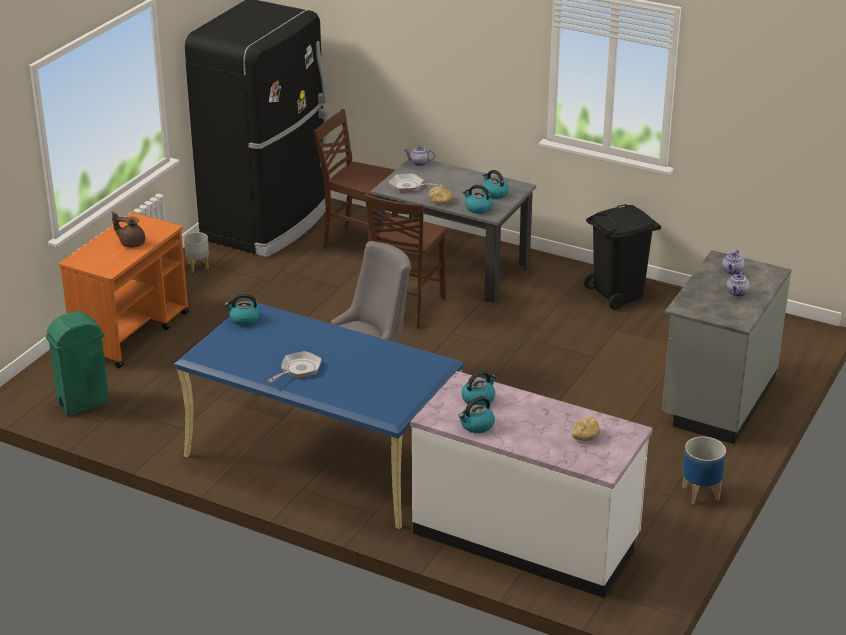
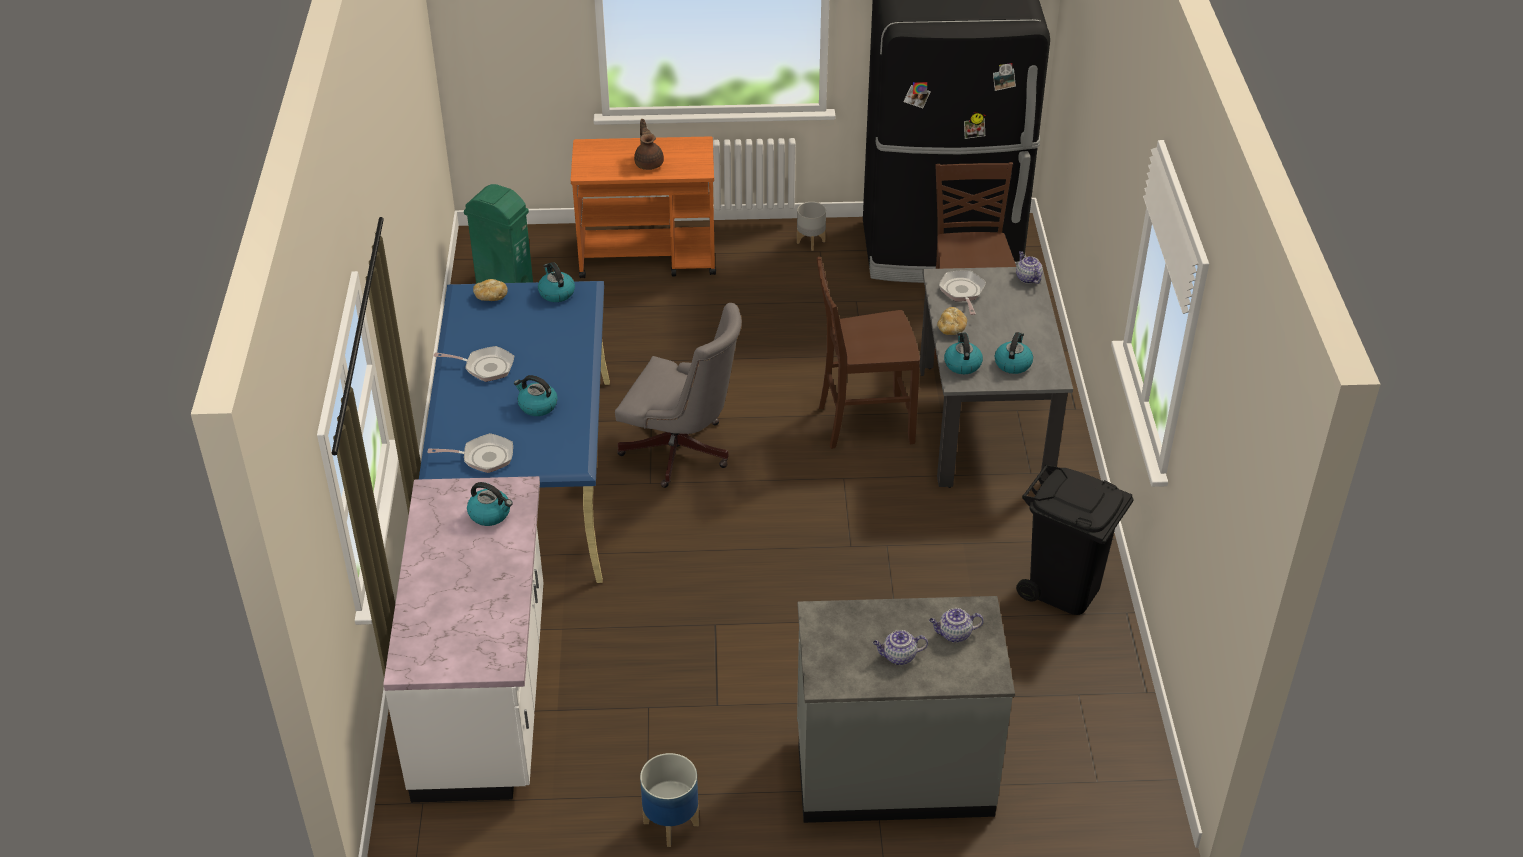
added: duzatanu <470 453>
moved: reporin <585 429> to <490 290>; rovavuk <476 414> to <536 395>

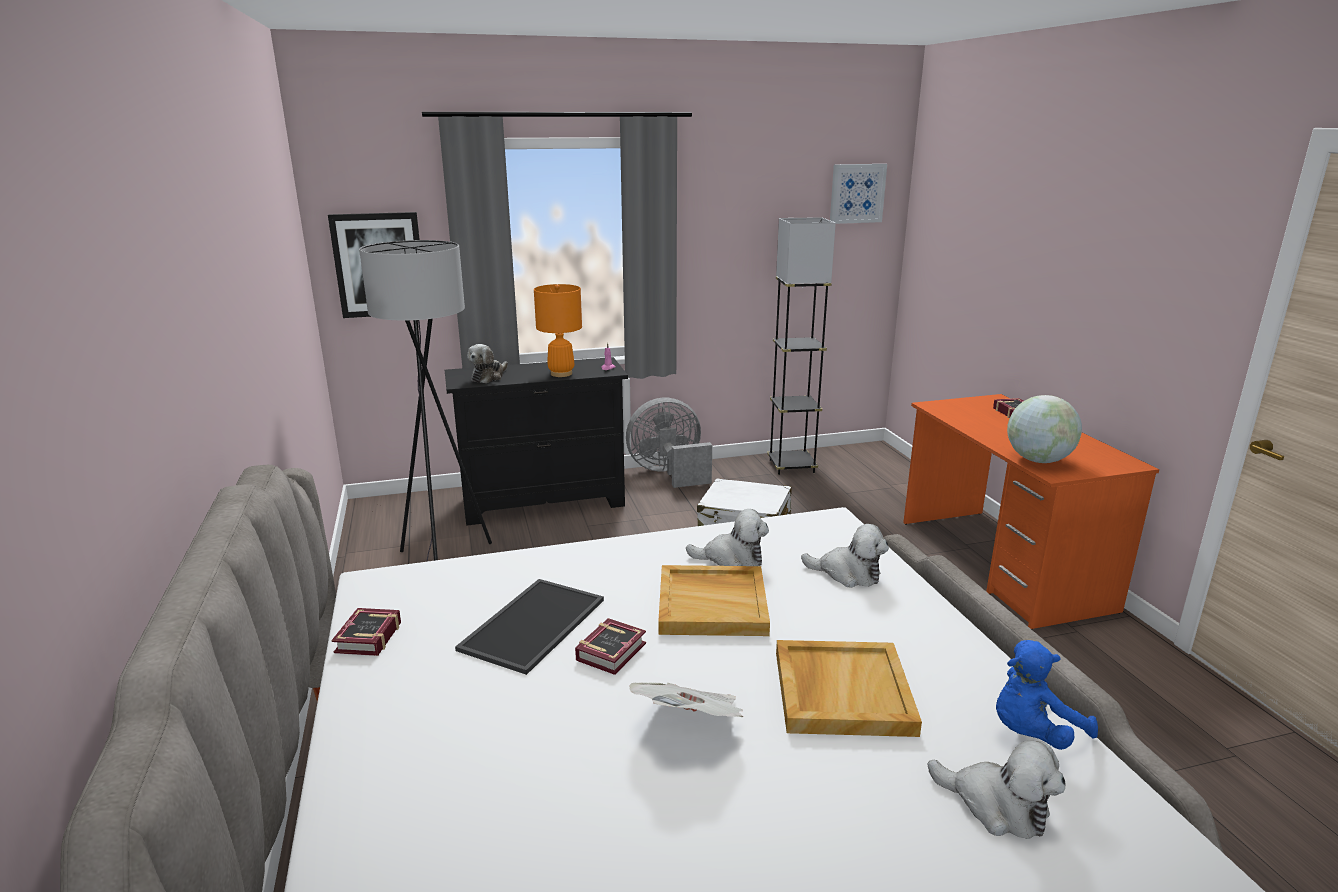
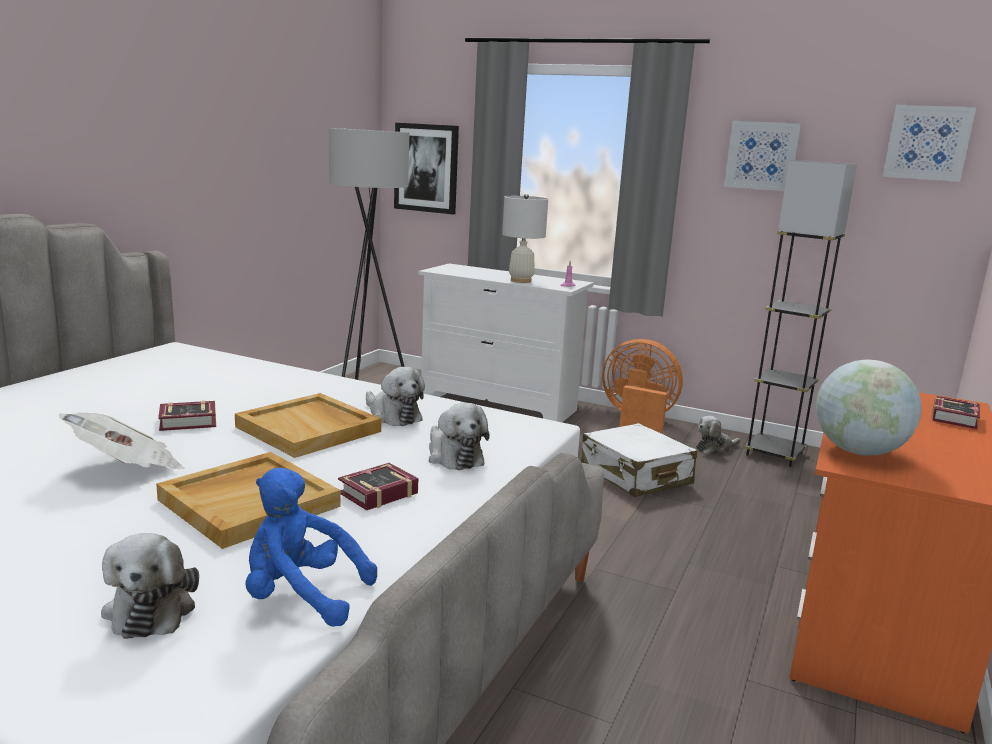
removed: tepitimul <529 627>
added: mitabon <762 156>
moved: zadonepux <366 632> to <378 487>; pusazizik <487 363> to <718 435>
recoloured: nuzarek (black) <536 441> to nuzarek (white) <506 342>; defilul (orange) <558 330> to defilul (white) <525 238>; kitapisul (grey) <669 443> to kitapisul (orange) <642 386>

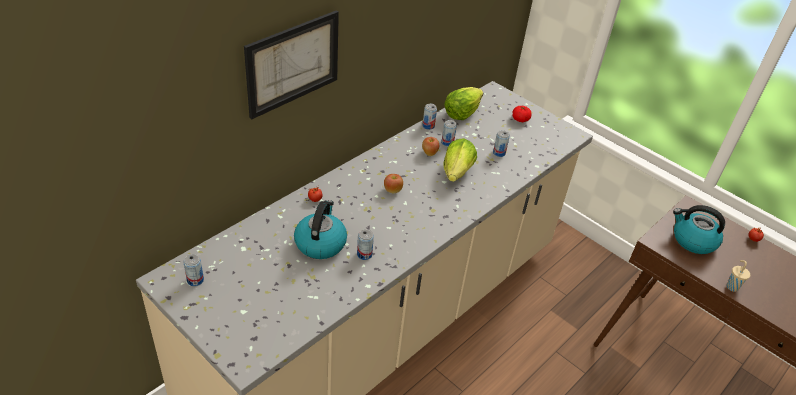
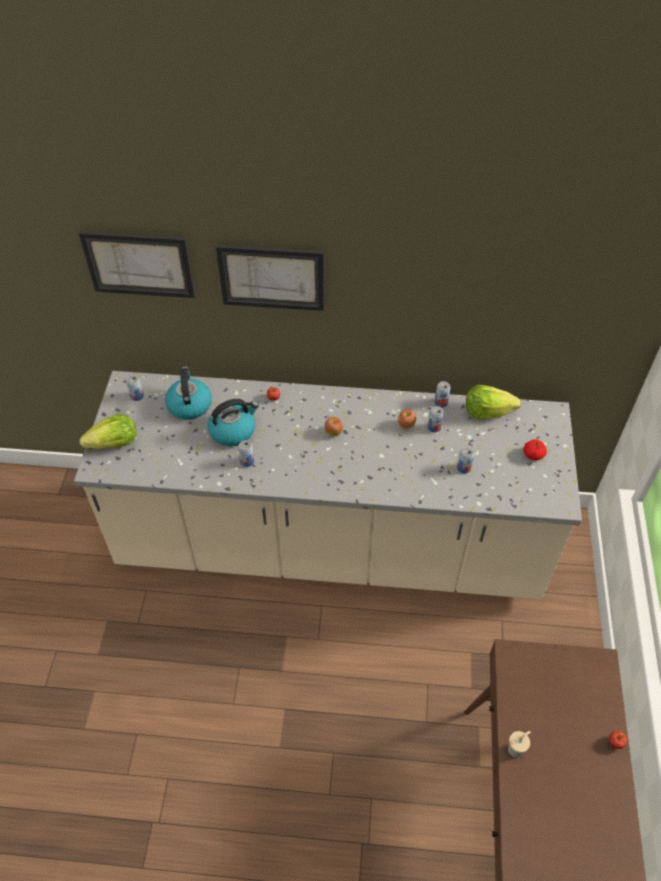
added: mitabon <137 265>
moved: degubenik <460 160> to <108 431>; rovavuk <699 229> to <188 393>

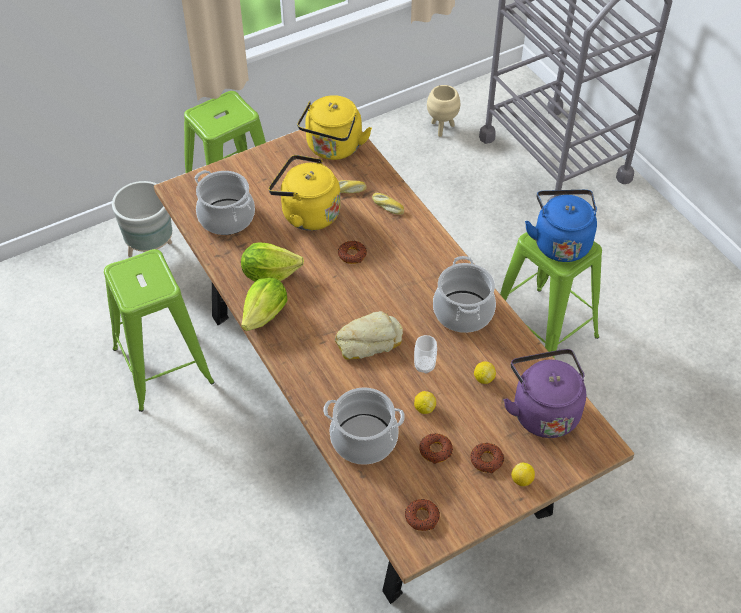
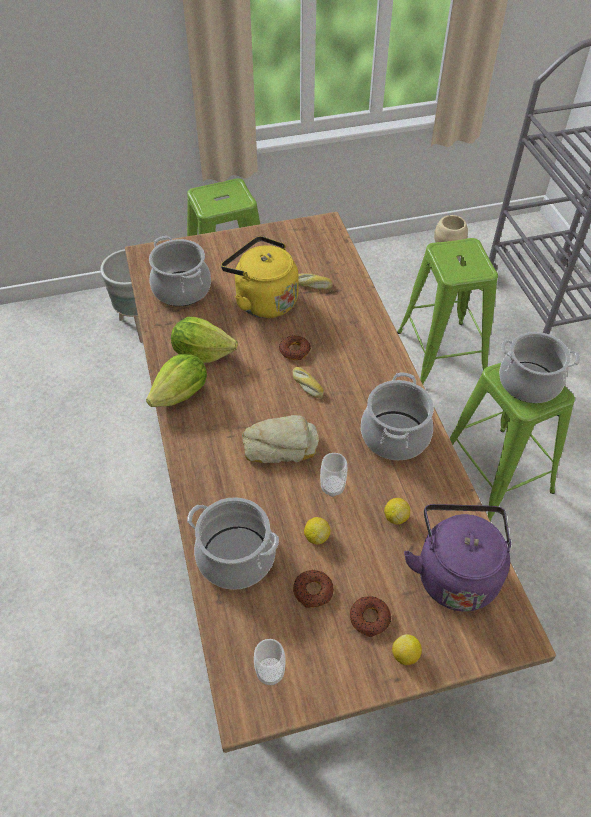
removed: rovavuk (yellow) <334 127>
moved: reporin <388 204> to <308 382>; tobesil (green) <159 330> to <447 311>
replaced: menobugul <422 515> to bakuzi <269 662>; rovavuk (blue) <561 226> to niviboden <539 367>

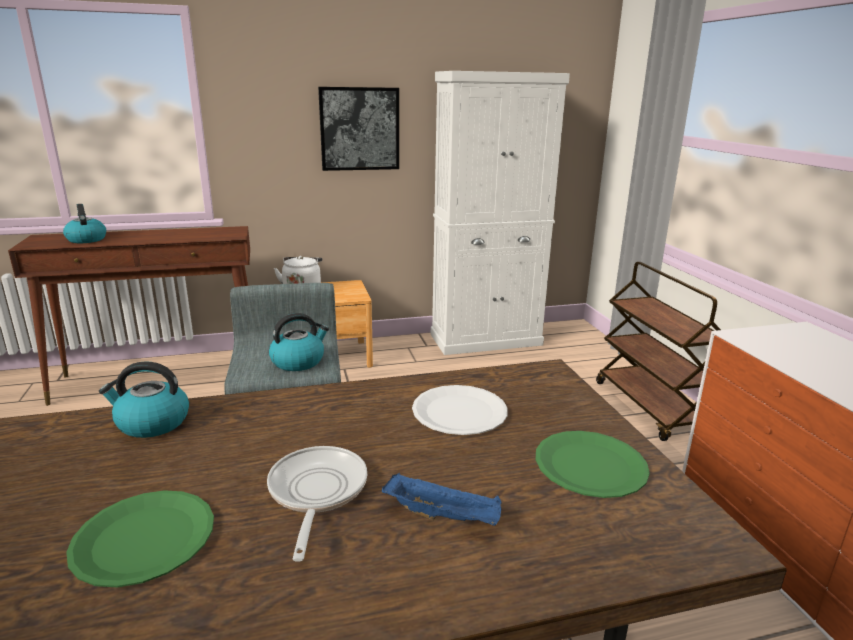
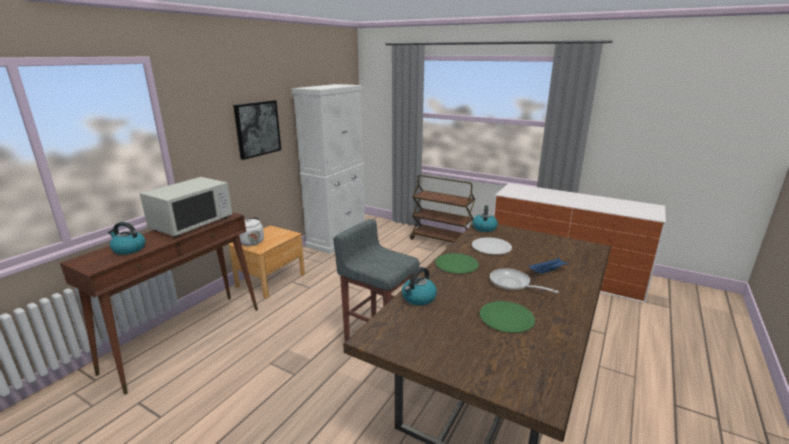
added: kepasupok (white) <186 207>
moved: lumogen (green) <592 464> to <457 263>; rovavuk <299 342> to <485 218>

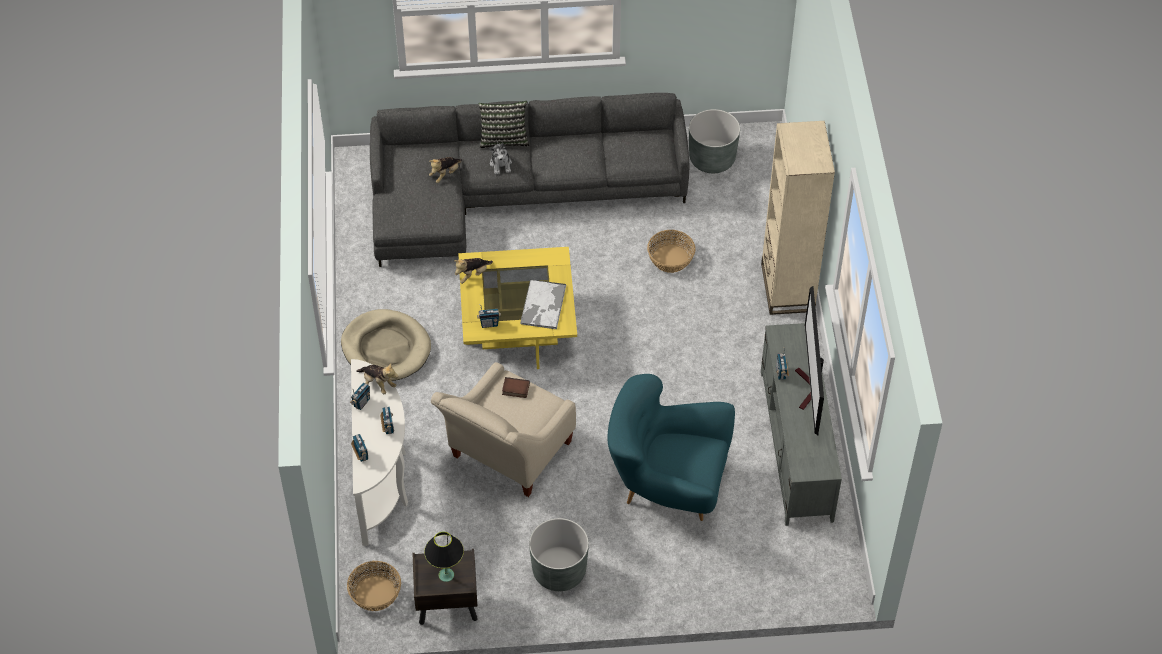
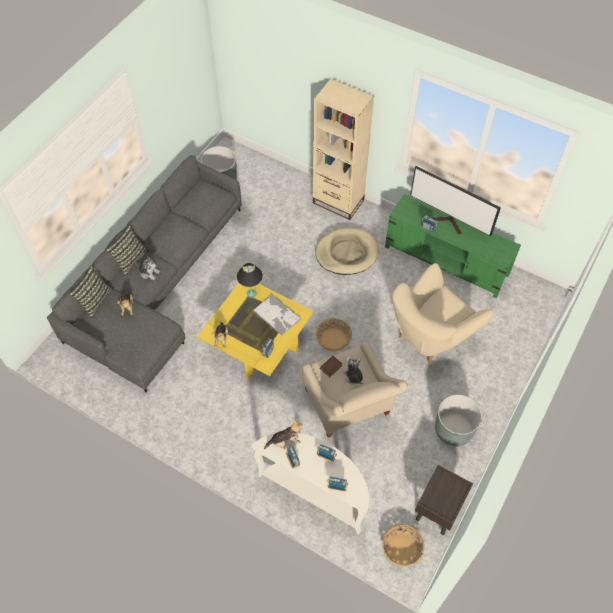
added: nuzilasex <91 291>; pusazizik <353 370>
moved: defilul (black) <444 557> to <249 280>; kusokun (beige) <386 345> to <347 251>; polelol <671 251> to <334 334>
recoloured: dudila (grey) <801 424> to dudila (green) <453 246>; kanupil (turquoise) <671 447> to kanupil (beige) <443 314>

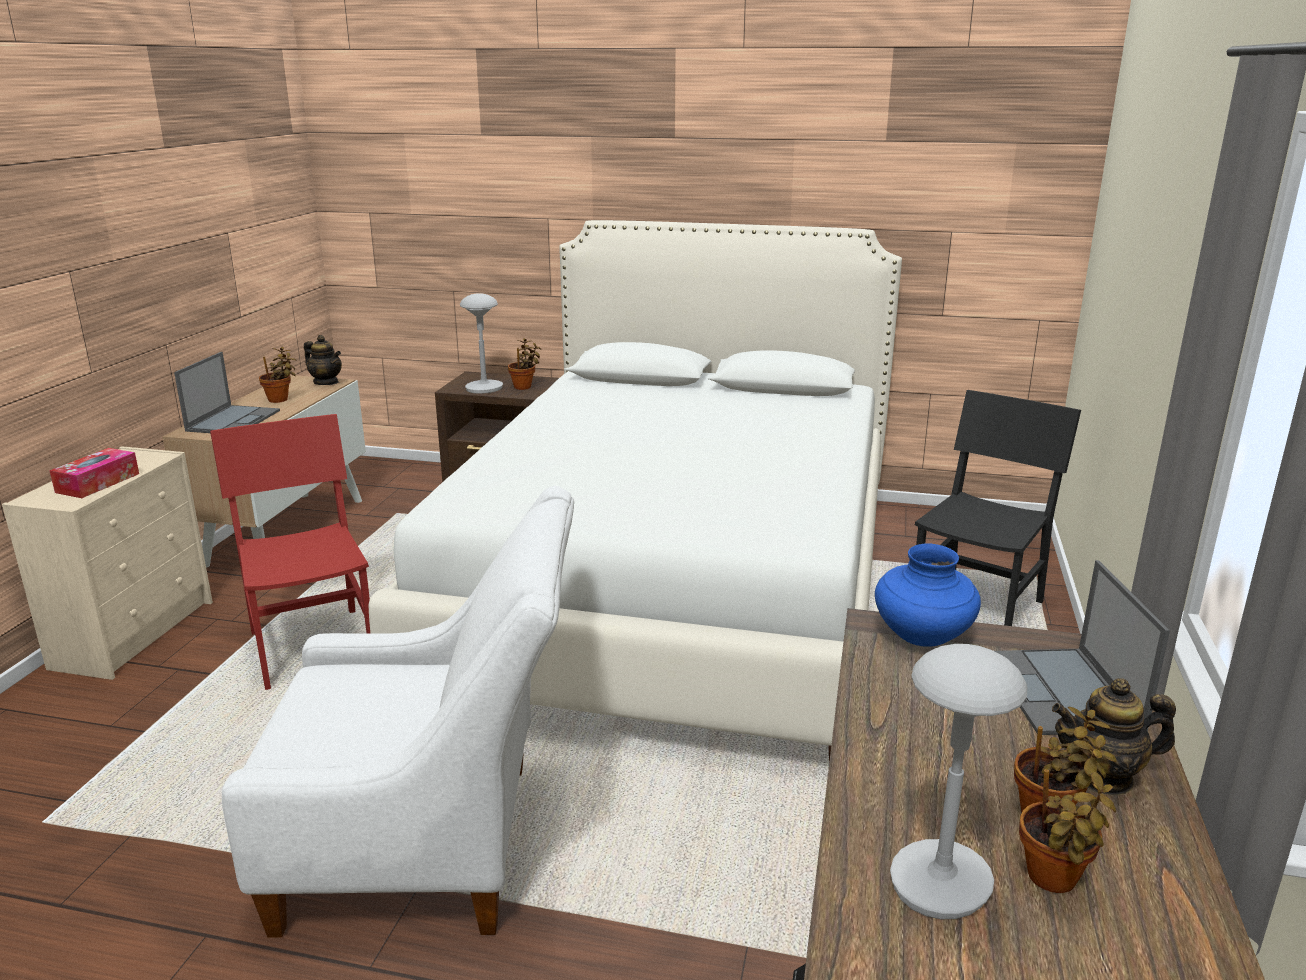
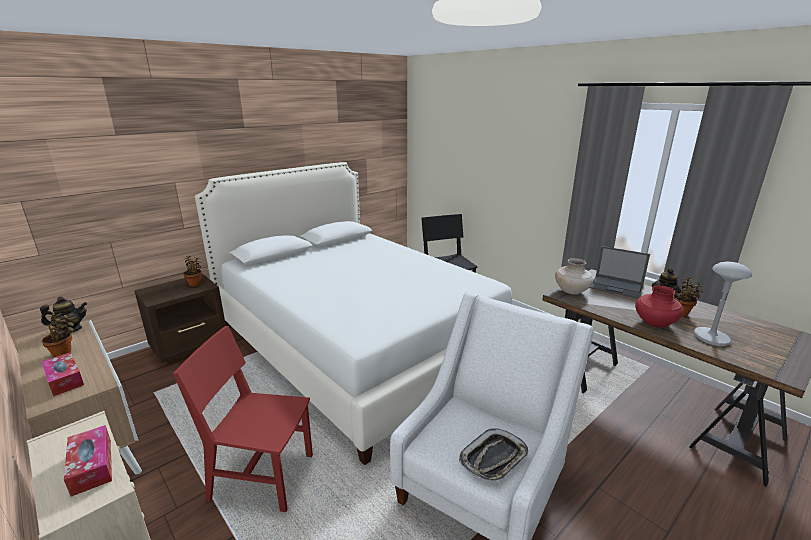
removed: defilul (grey) <481 343>; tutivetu <1067 831>
added: tepitimul <493 455>; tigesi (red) <659 307>
replaced: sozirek <227 392> to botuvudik <62 374>
recoloured: tigesi (blue) <928 595> to tigesi (beige) <574 276>

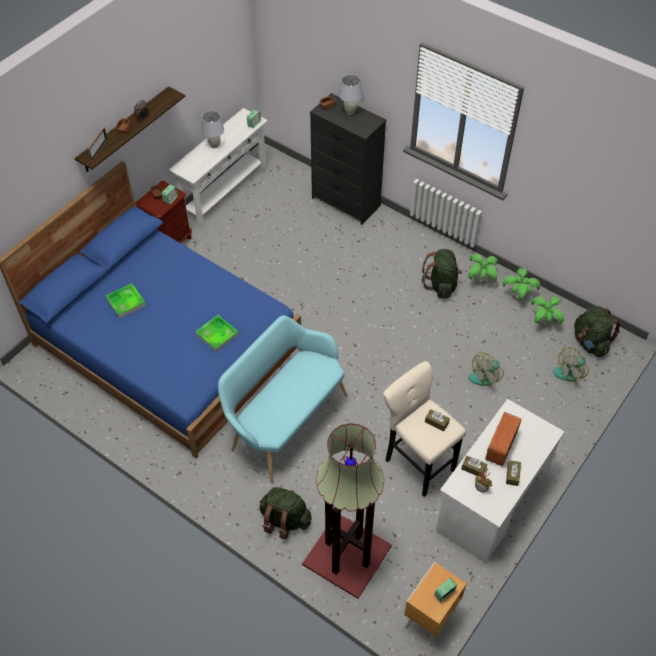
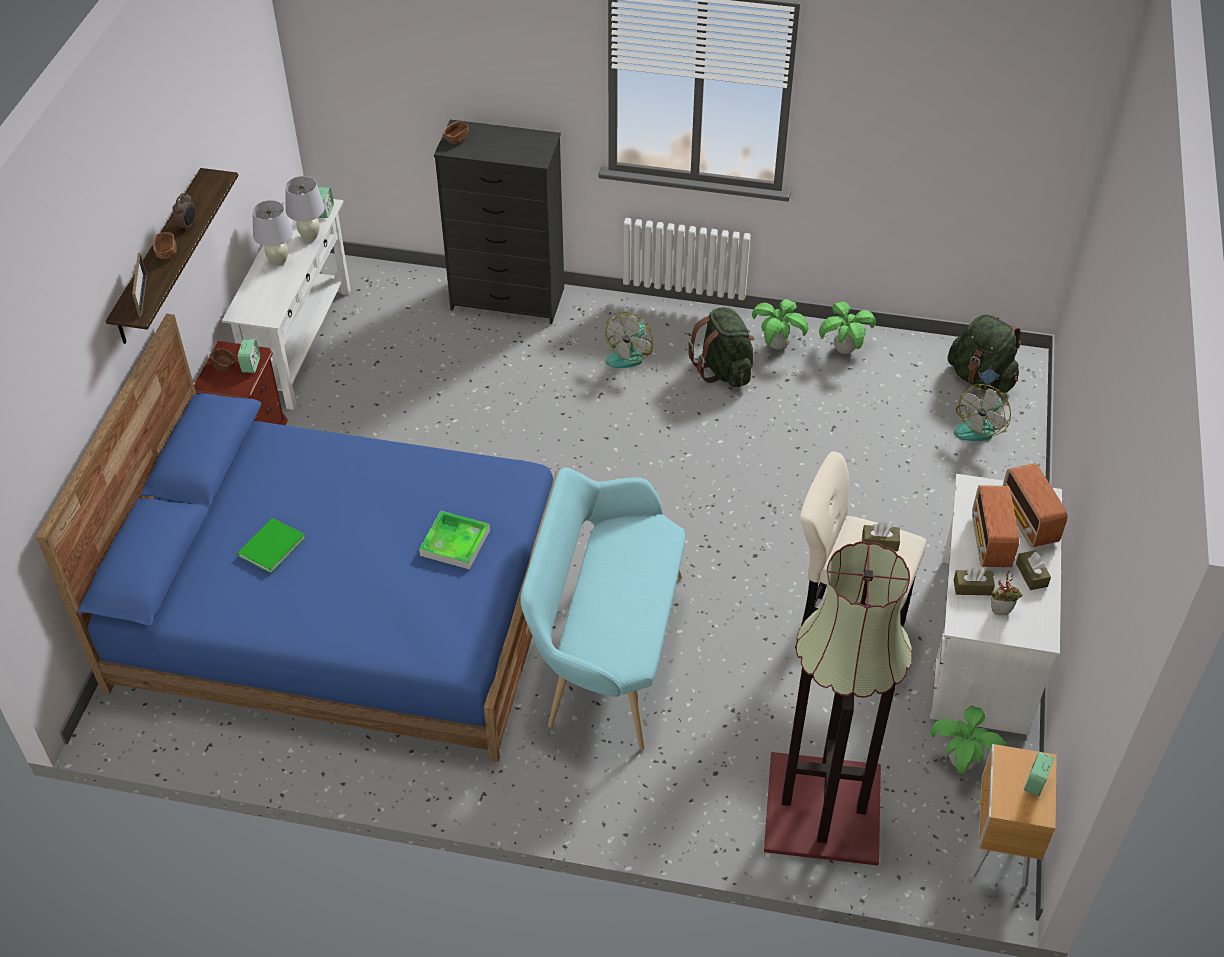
removed: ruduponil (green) <285 513>
added: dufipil <1035 505>
moved: defilul (white) <351 95> to <305 209>; kitapisul <486 369> to <629 340>; tutivetu <547 311> to <968 739>
replaced: tepitimul <126 301> to zadonepux (green) <271 545>

